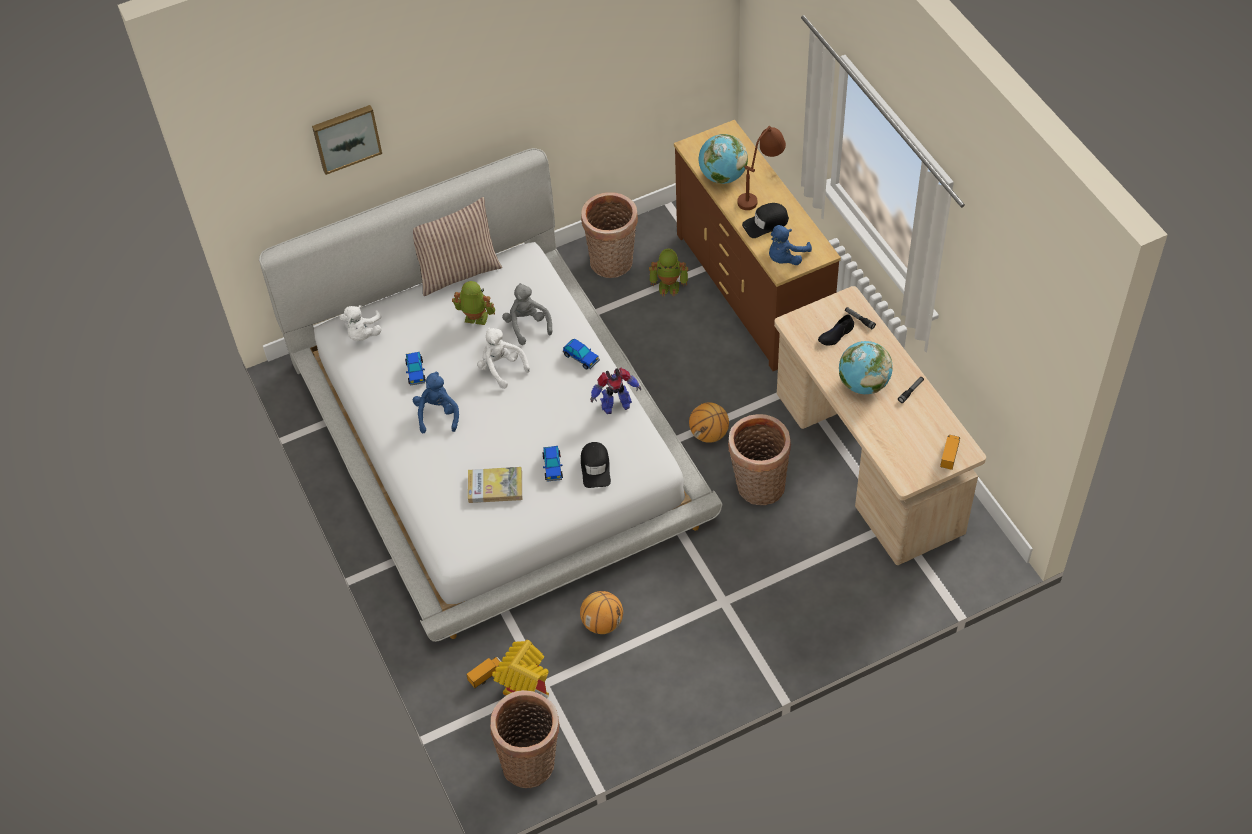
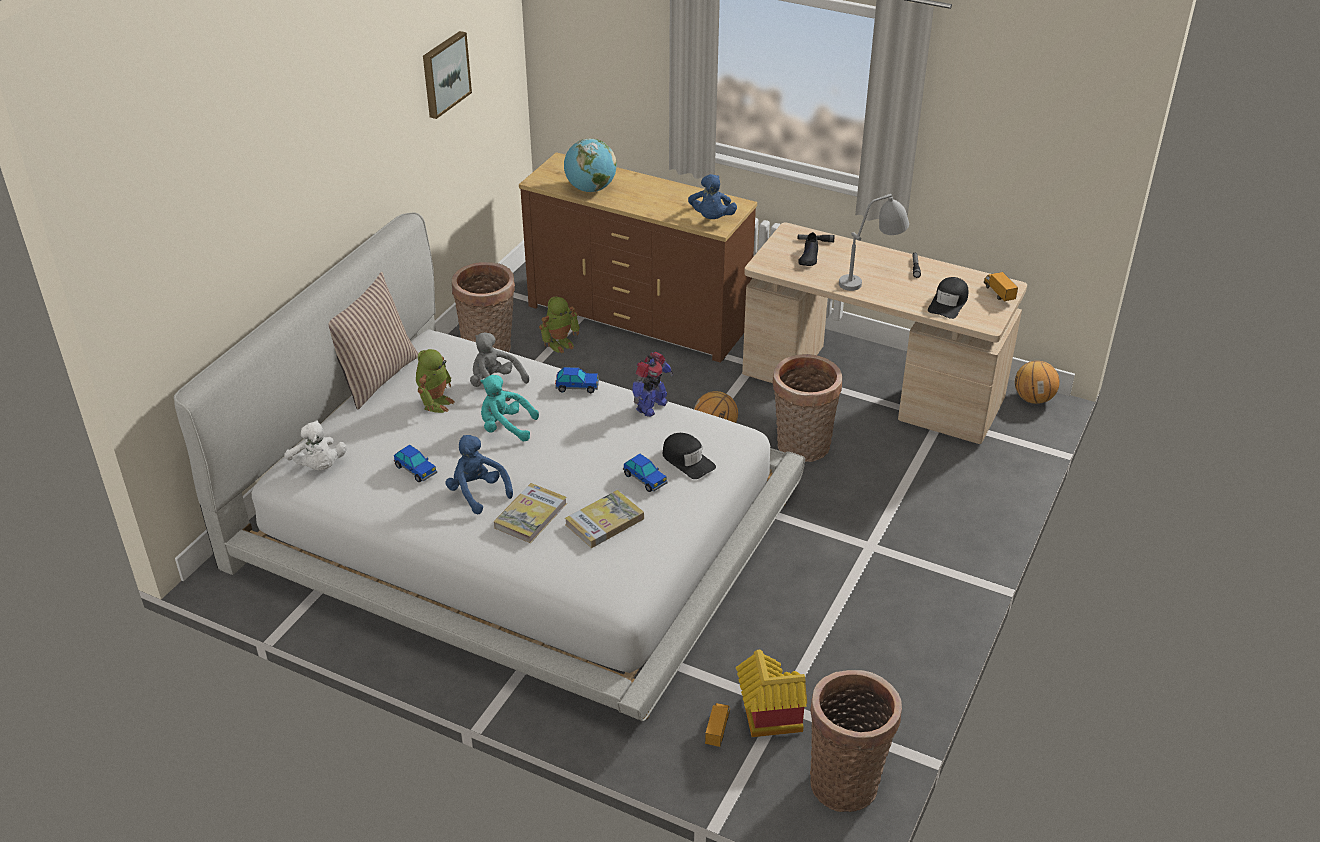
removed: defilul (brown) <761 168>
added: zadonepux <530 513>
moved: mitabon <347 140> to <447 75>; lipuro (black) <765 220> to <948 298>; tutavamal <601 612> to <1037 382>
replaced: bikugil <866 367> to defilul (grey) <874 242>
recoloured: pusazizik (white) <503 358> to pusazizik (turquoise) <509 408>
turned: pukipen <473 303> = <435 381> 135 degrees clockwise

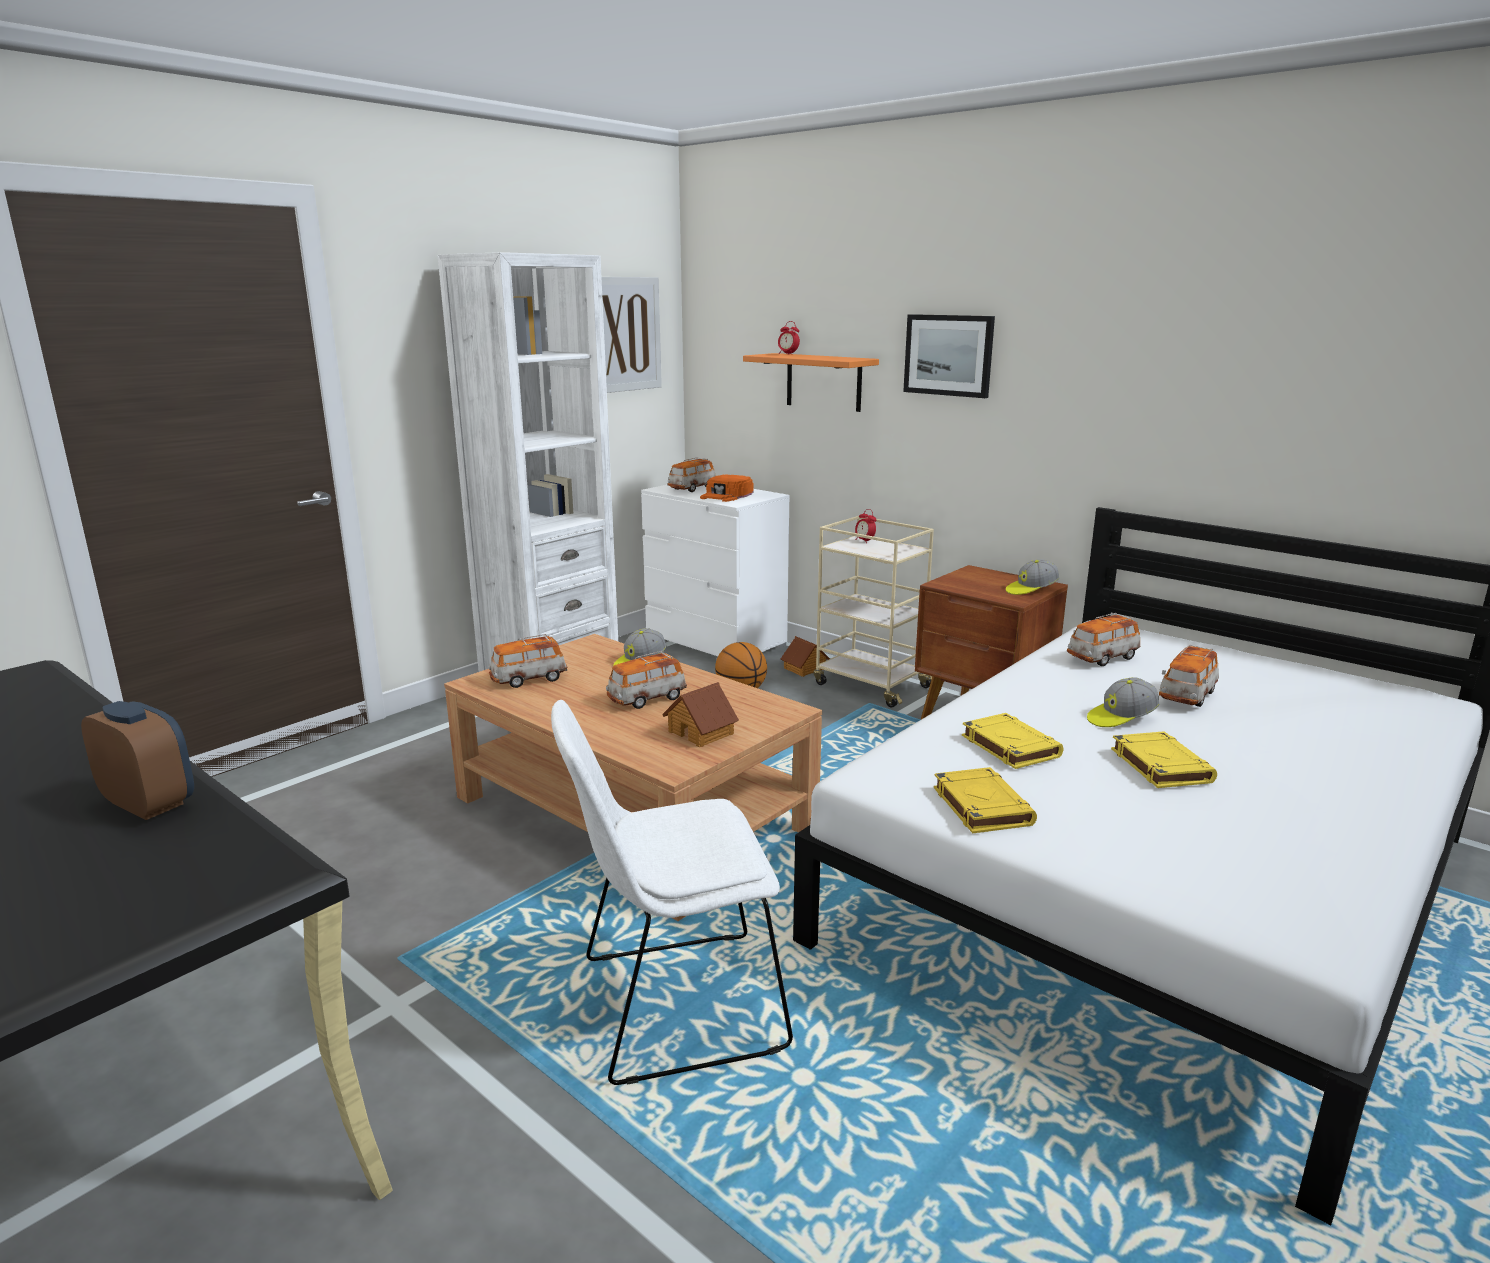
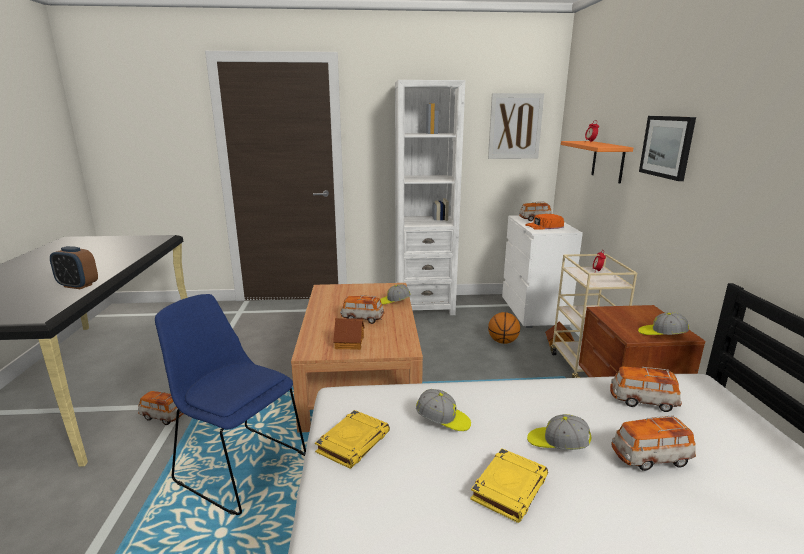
moved: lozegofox <528 661> to <160 408>
replaced: zadonepux (yellow) <1012 741> to lipuro <443 410>
recoloured: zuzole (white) <672 892> to zuzole (blue) <230 404>
turned: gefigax <137 760> = <74 267> 120 degrees clockwise

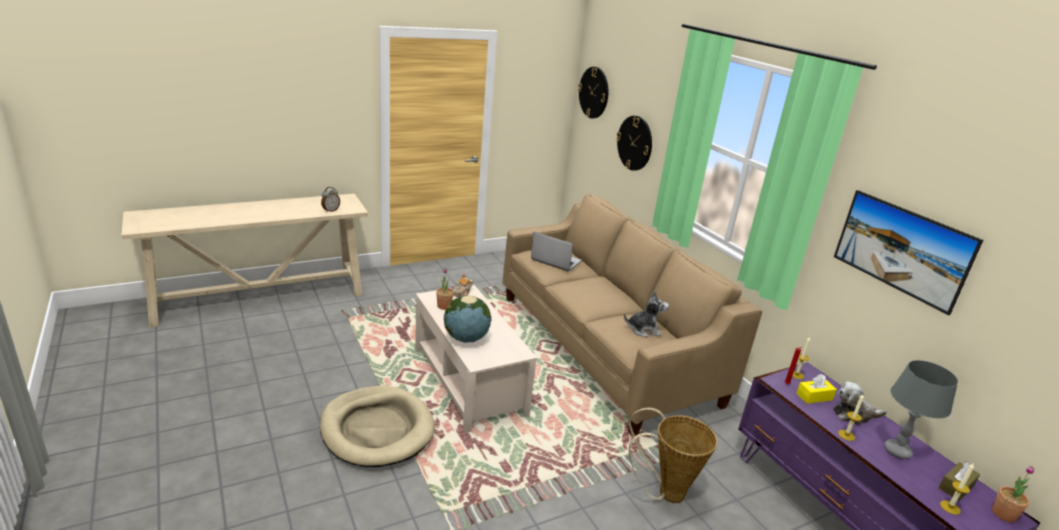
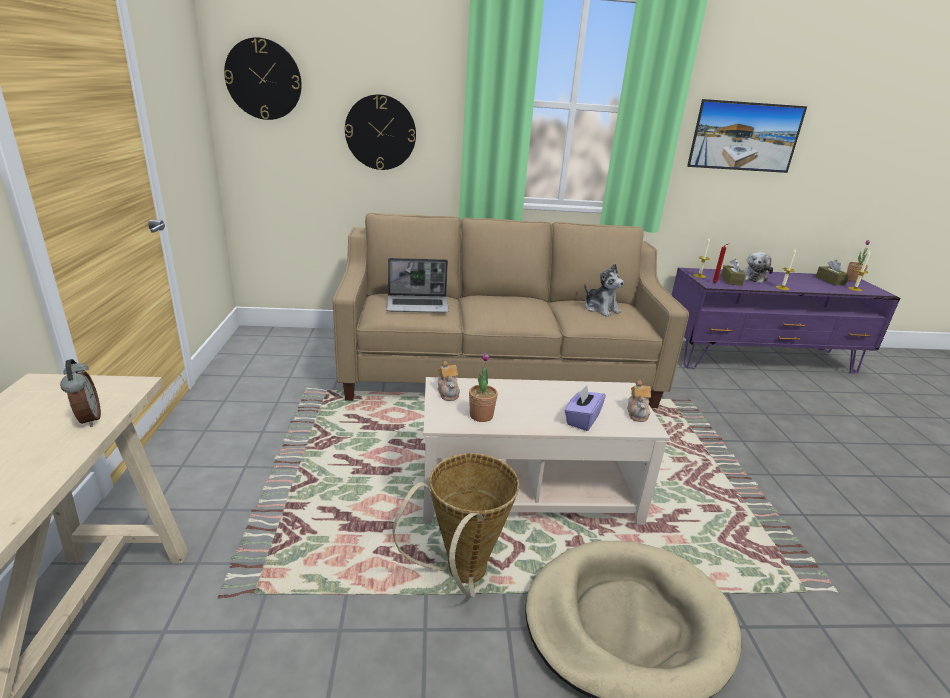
removed: defilul (grey) <921 409>
added: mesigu <639 401>
moved: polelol <673 455> to <456 525>
replaced: bikugil <468 319> to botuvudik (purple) <585 408>
recoloured: botuvudik (yellow) <817 389> to botuvudik (brown) <733 272>
turned: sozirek <556 251> = <418 285> 150 degrees counterclockwise; pusazizik <646 314> = <604 290> 120 degrees clockwise

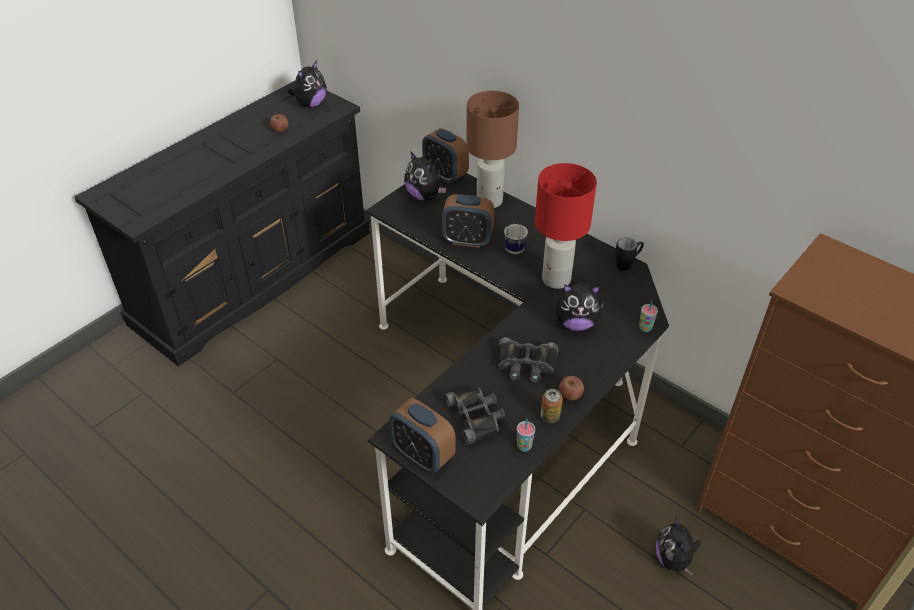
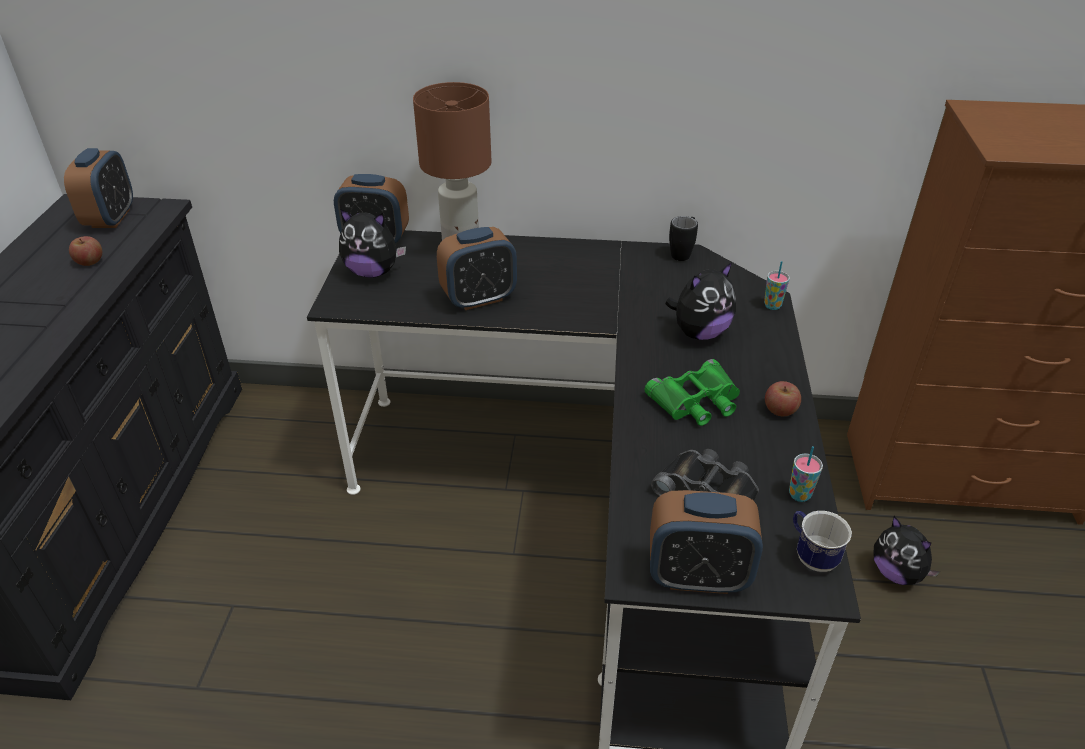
removed: defilul (red) <566 226>; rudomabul <552 406>
moved: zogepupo <516 238> to <822 541>
replaced: pusazizik <307 84> to gefigax <98 188>
recoloured: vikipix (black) <529 360> to vikipix (green) <692 392>

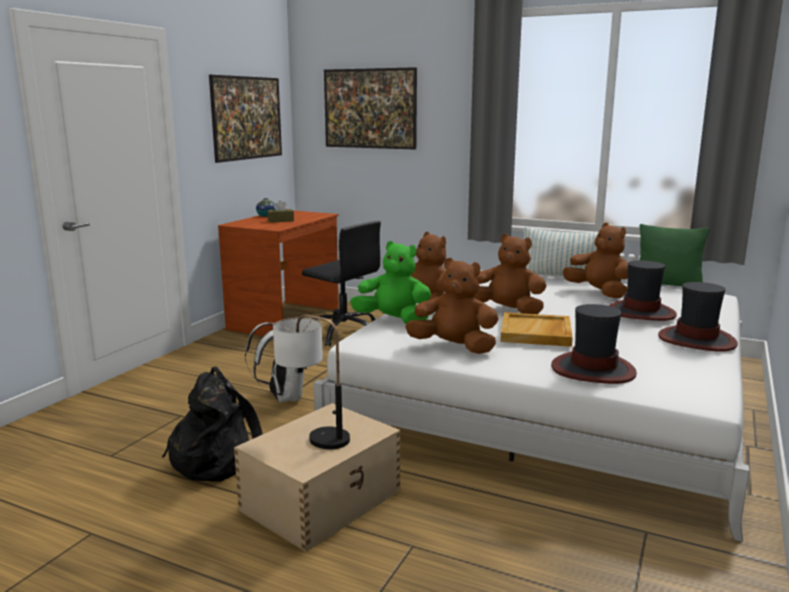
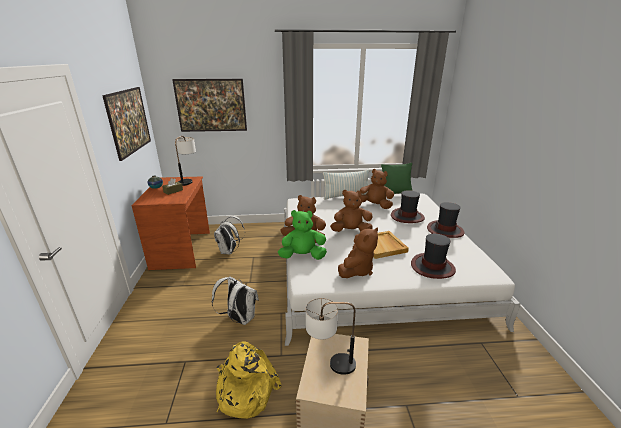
added: defilul <185 161>
replaced: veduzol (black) <341 283> to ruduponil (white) <229 235>
recoloured: ruduponil (black) <212 424> to ruduponil (yellow) <248 380>
turned: pusazizik (brown) <452 306> = <358 253> 135 degrees clockwise

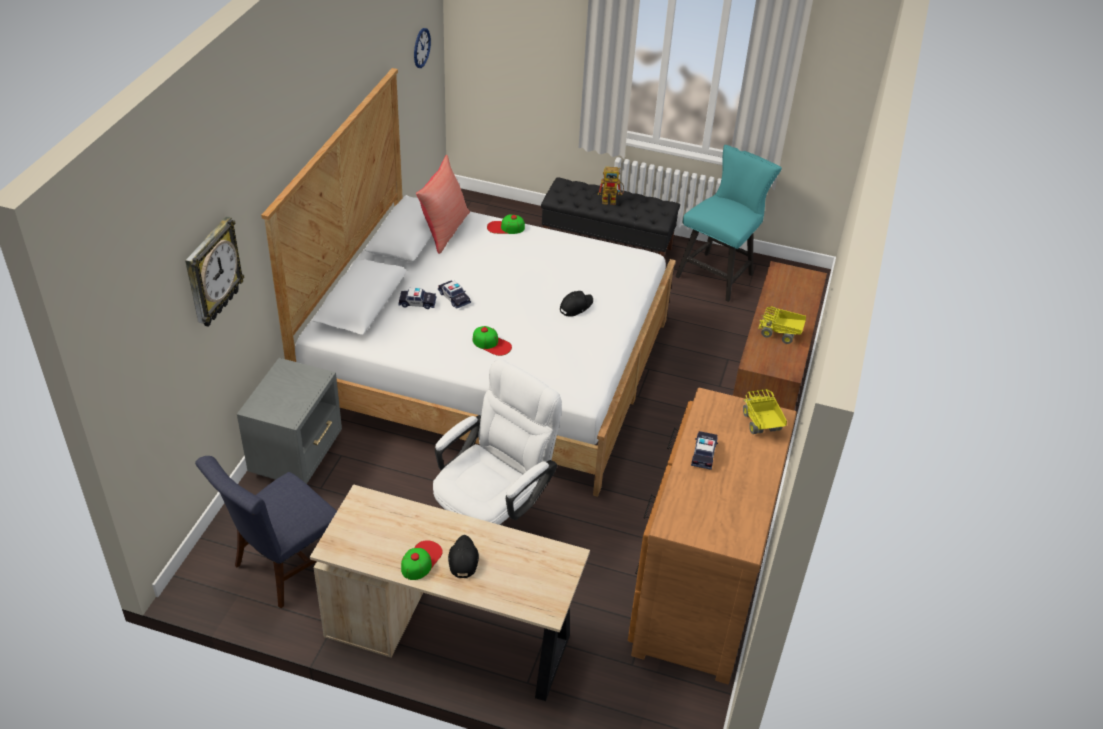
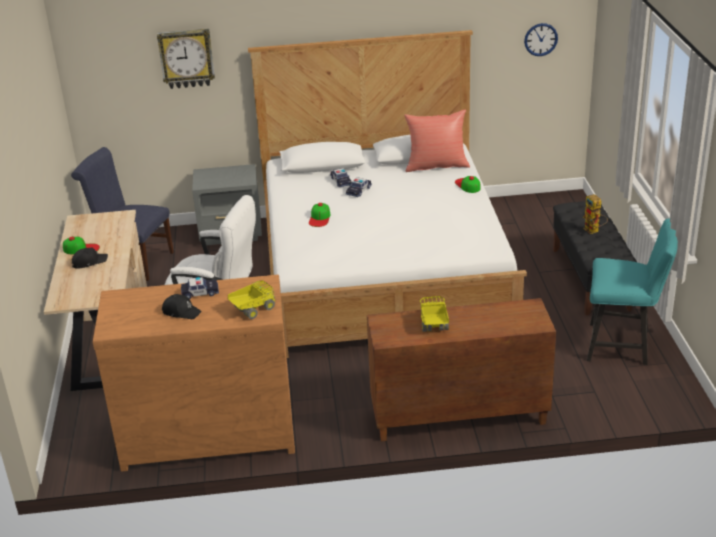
moved: lipuro (black) <576 304> to <182 306>

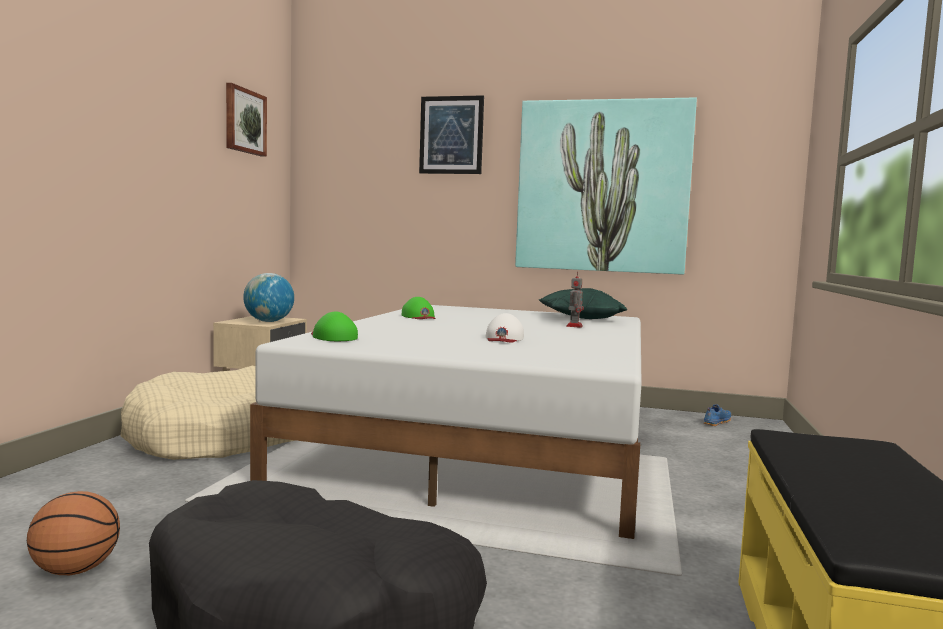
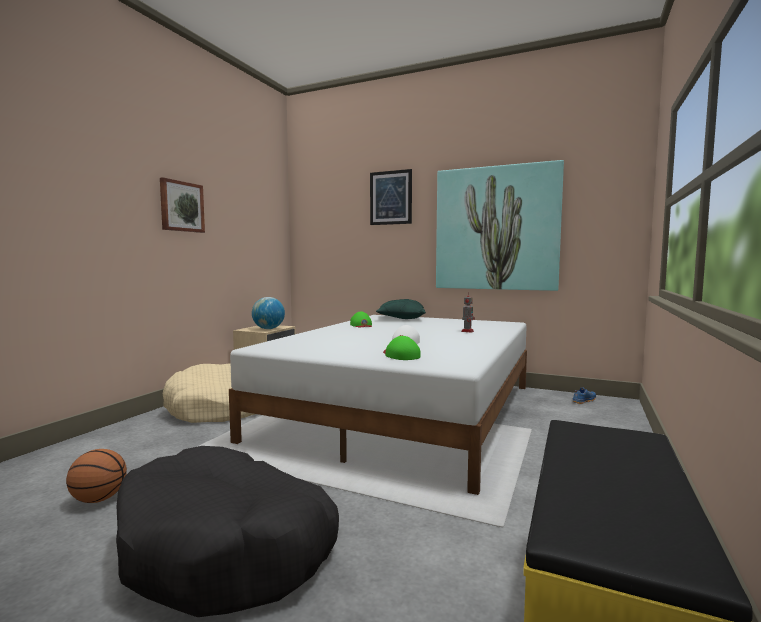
moved: mitabon <246 120> to <182 205>; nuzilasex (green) <583 303> to <401 309>; lipuro (green) <334 326> to <402 348>

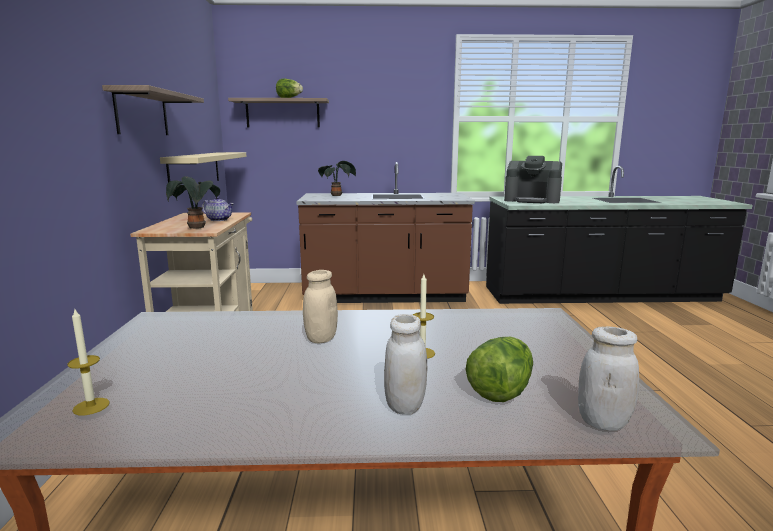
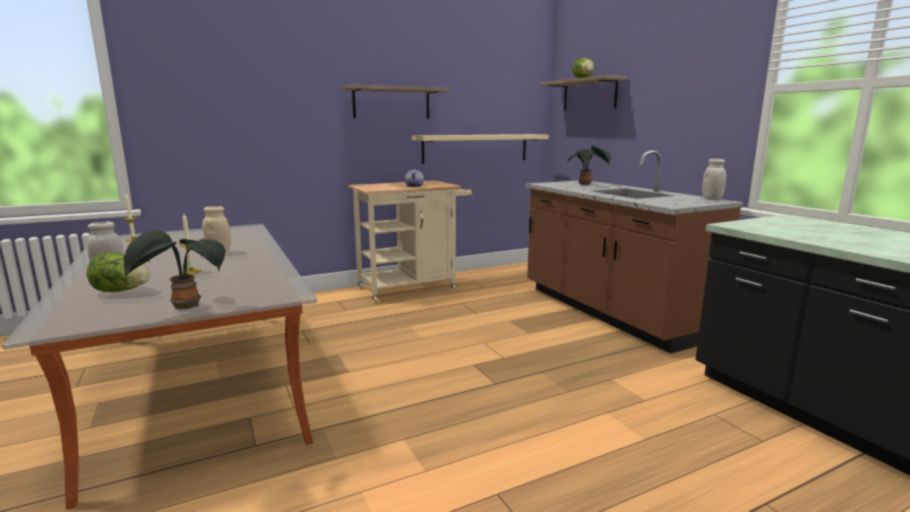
removed: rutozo <533 179>
moved: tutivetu <193 202> to <174 269>; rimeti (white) <608 378> to <714 179>

